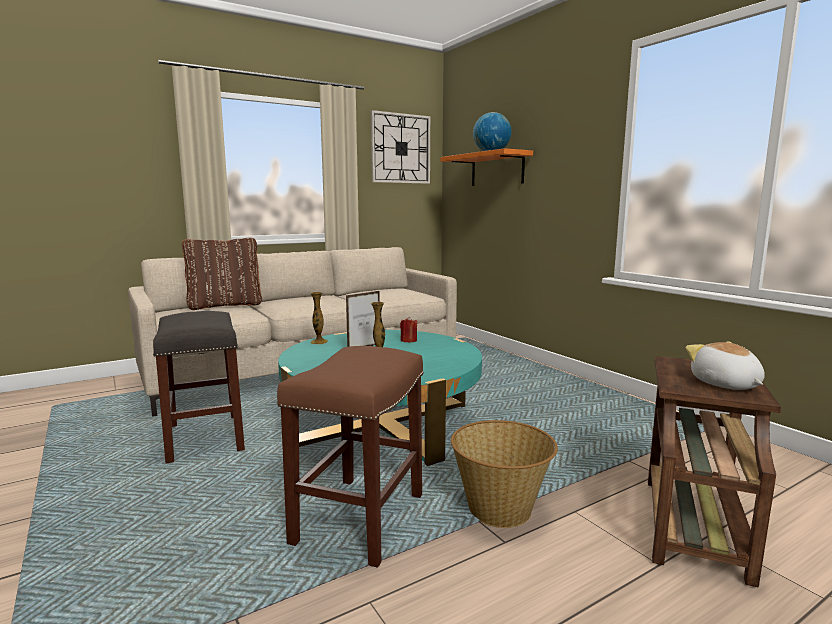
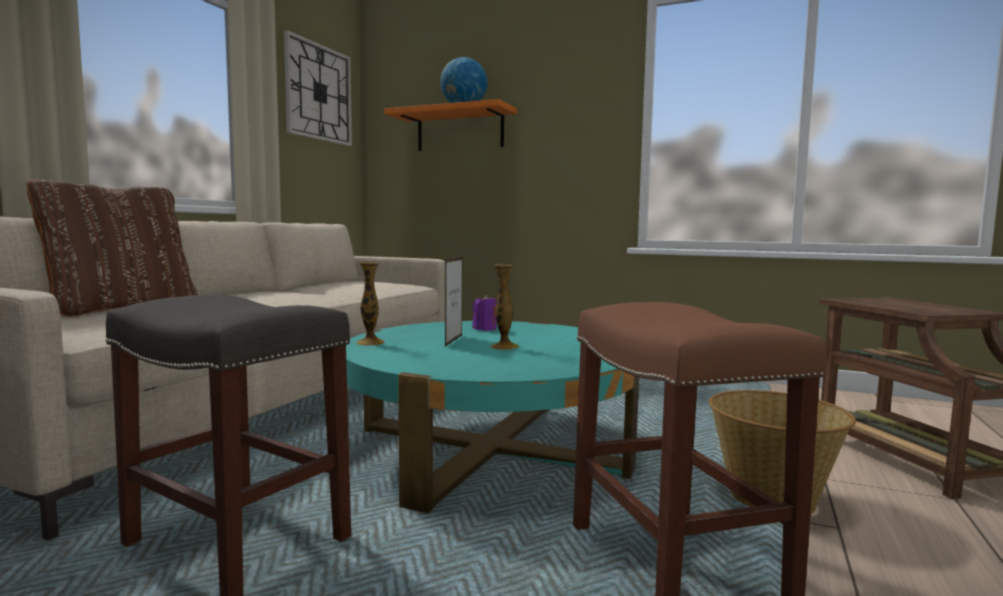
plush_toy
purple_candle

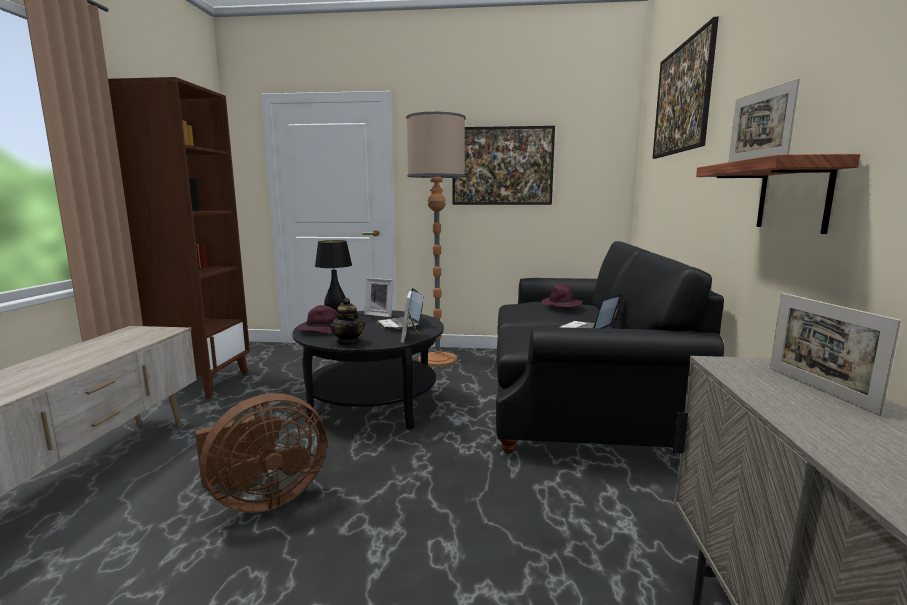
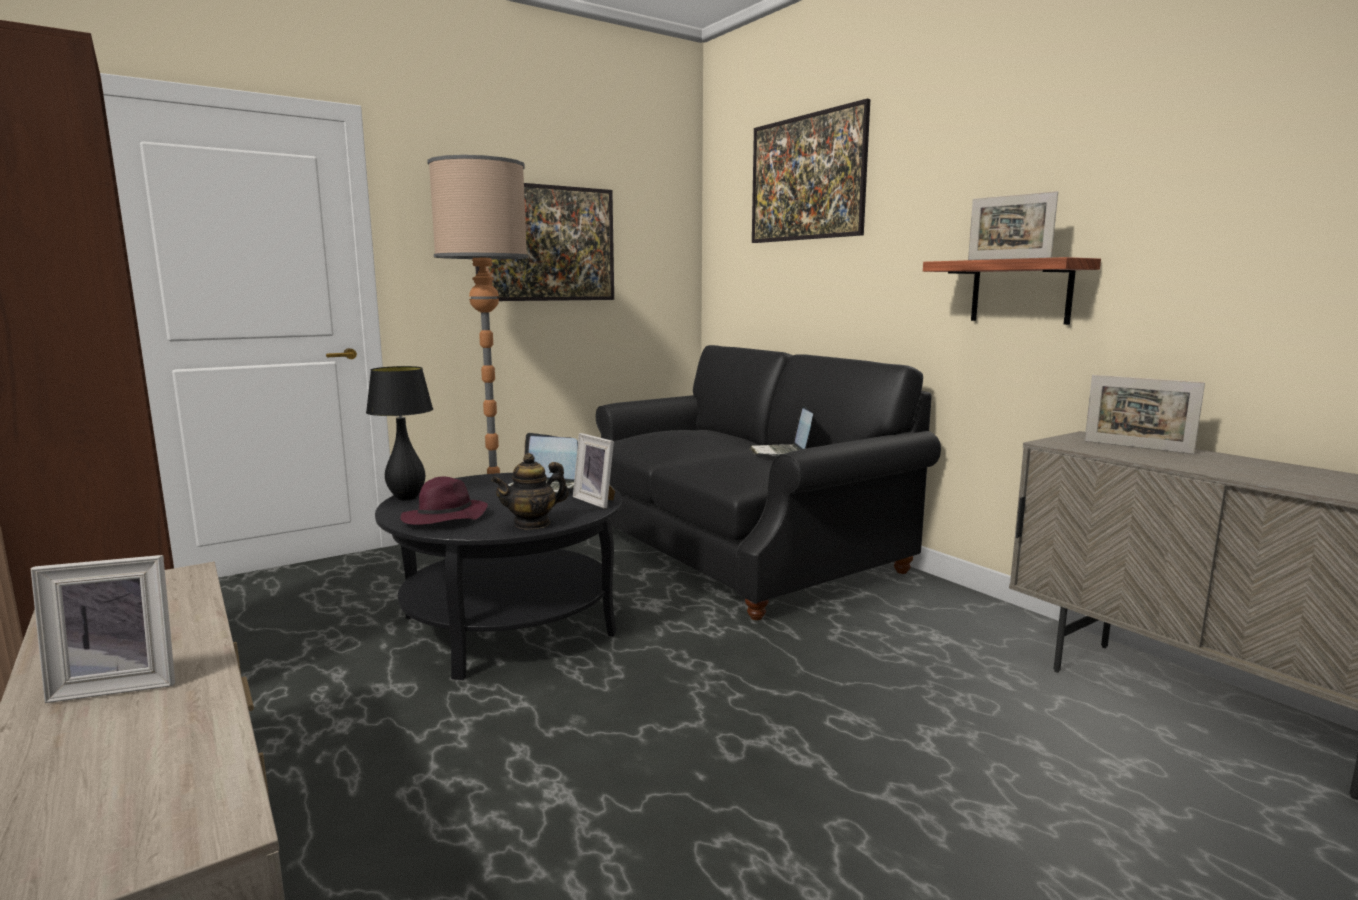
brown_fan
purple_hat (2nd from left in the first image)
picture_frame (1st from left)
teapot

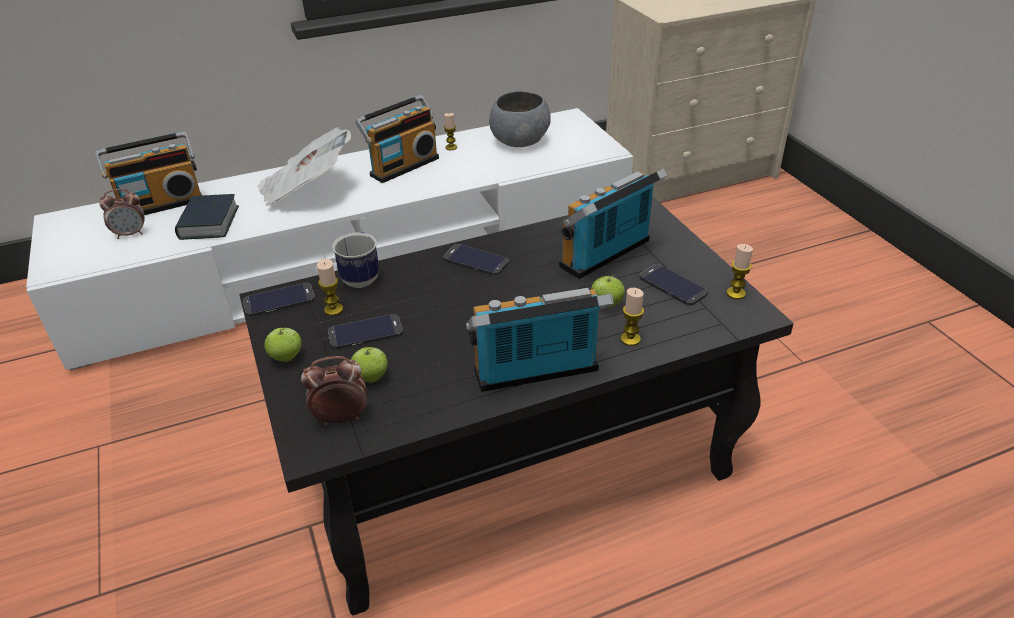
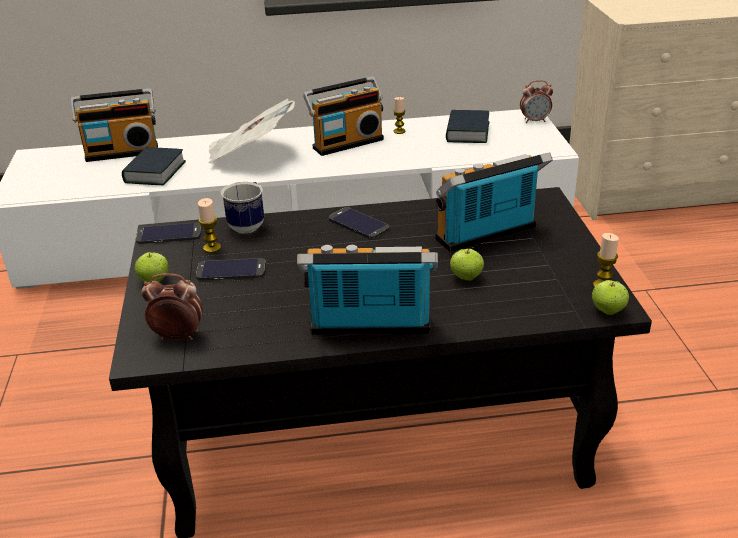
candle (3rd from left in the first image)
phone (4th from left in the first image)
alarm_clock (2nd from left)
apple (3rd from left)
book (2nd from left)

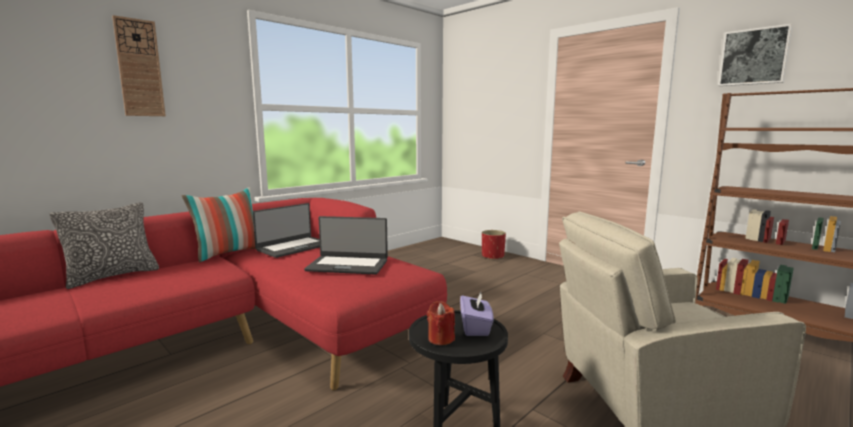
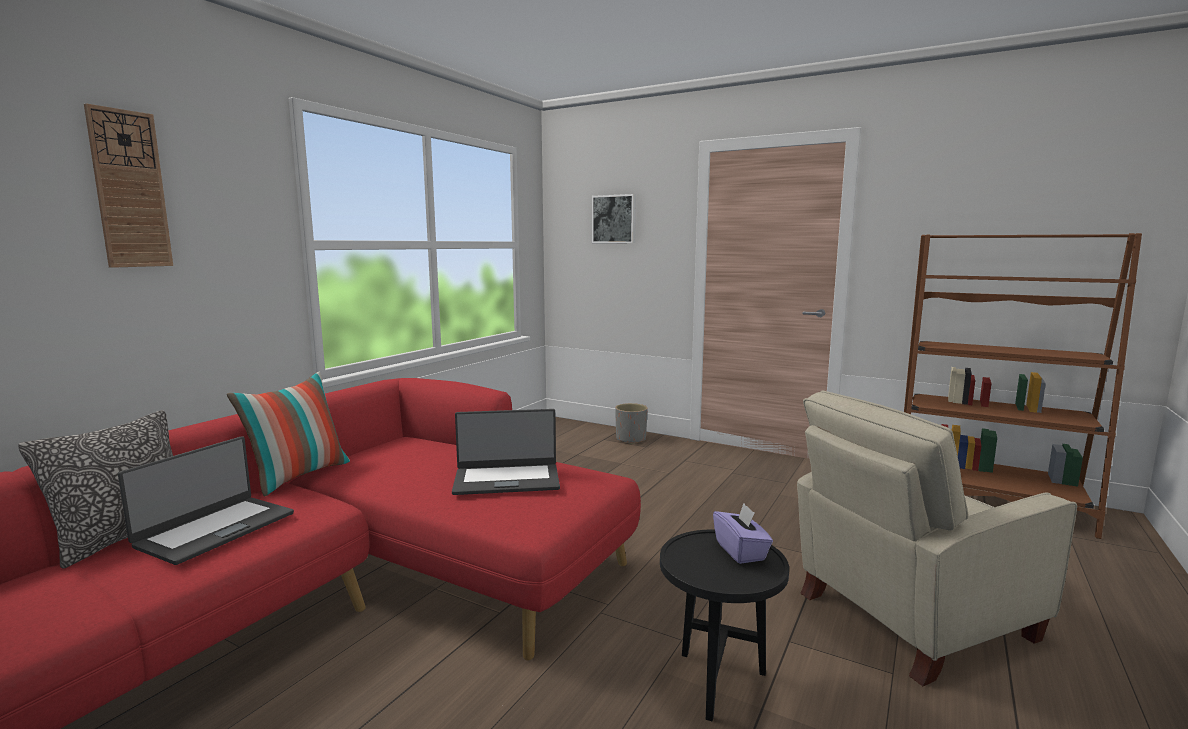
red_candle
laptop (1st from left)
picture
grey_planter

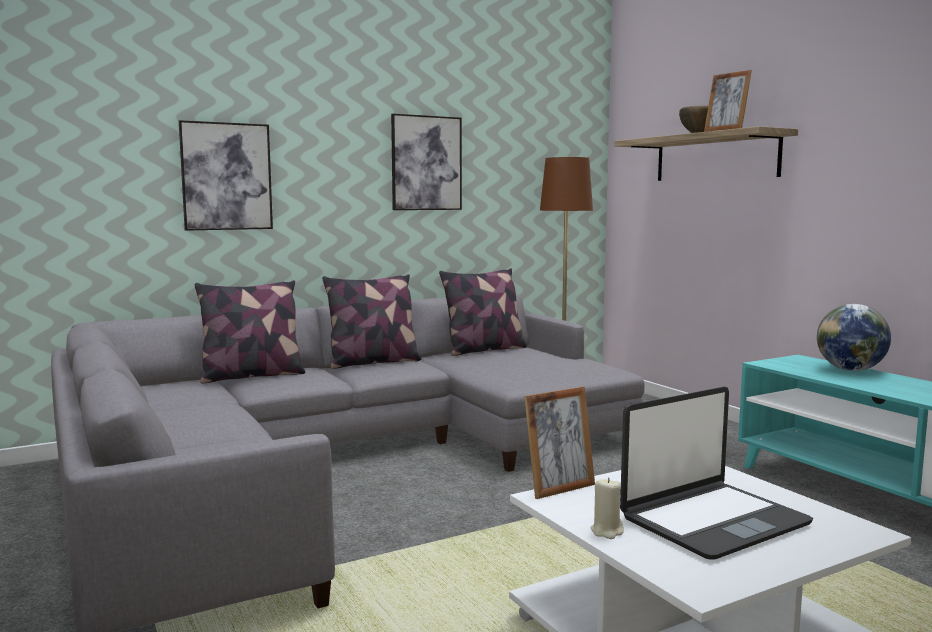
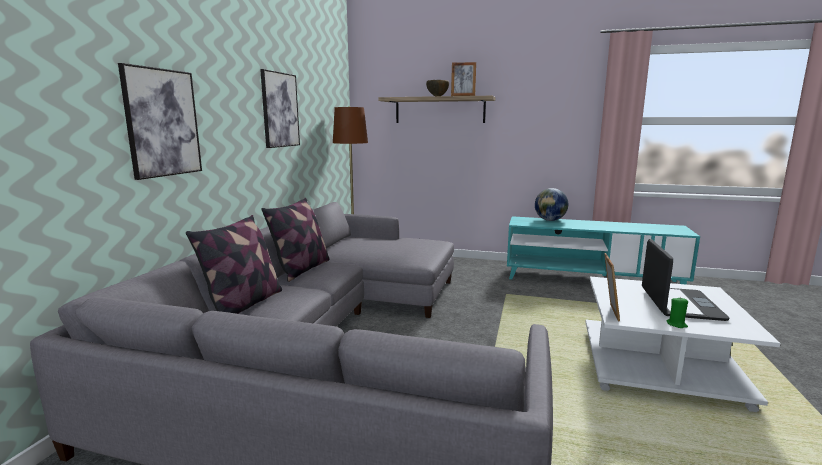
pillow (3rd from left in the first image)
green_candle

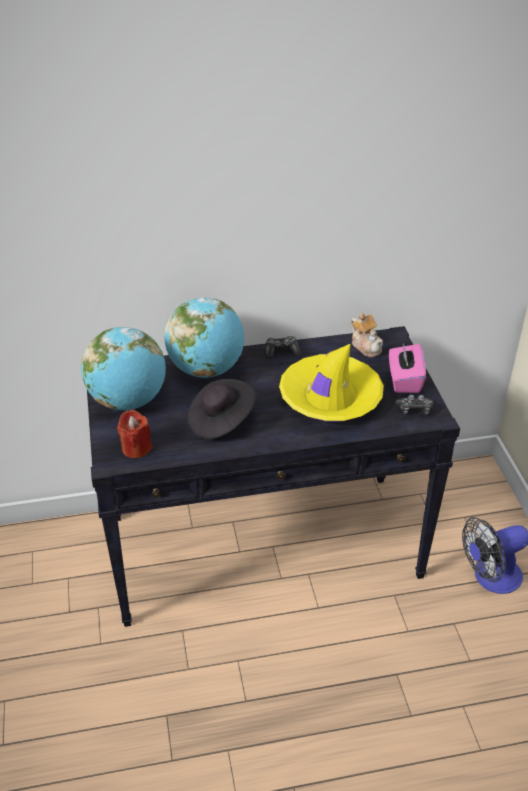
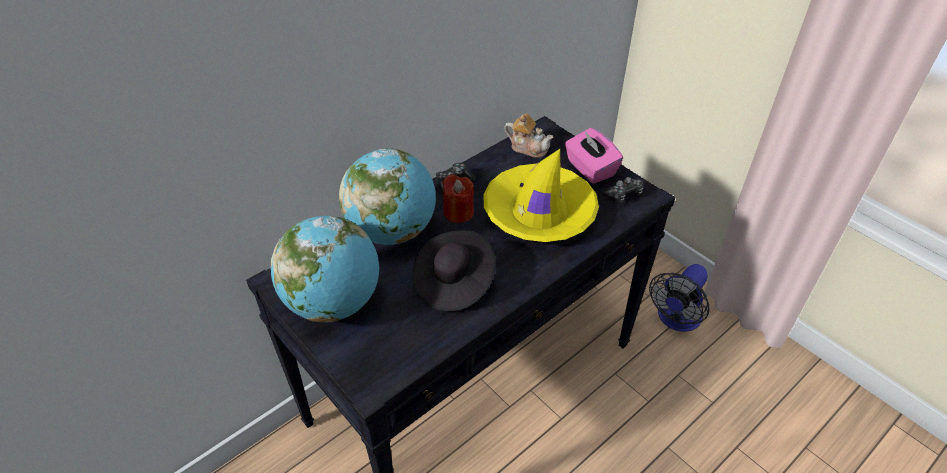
red_candle

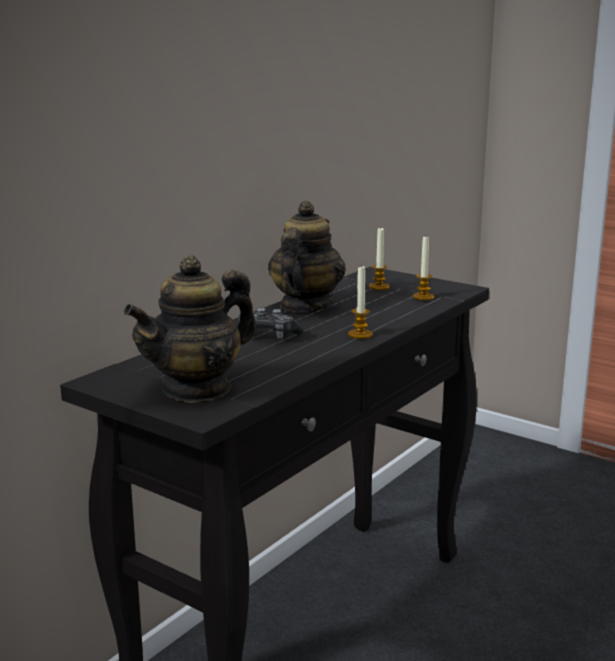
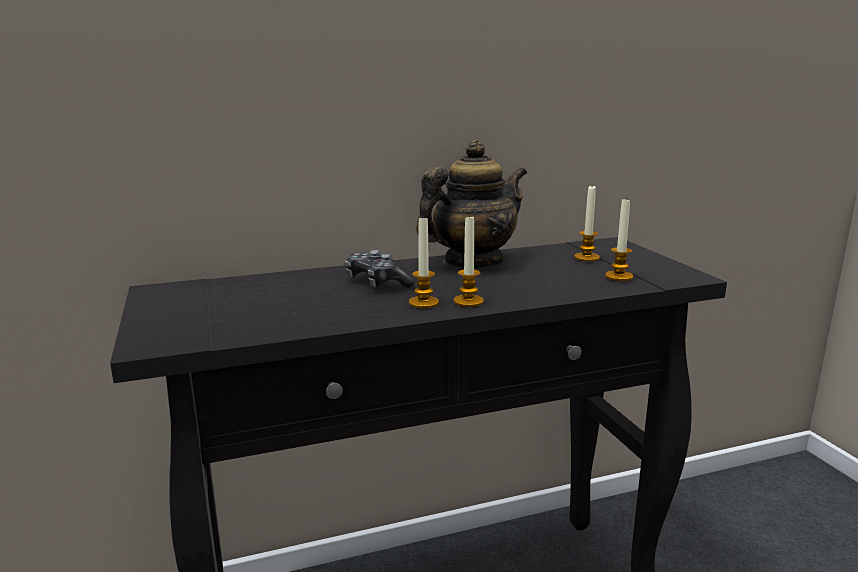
teapot (1st from left in the first image)
candle (1st from left)

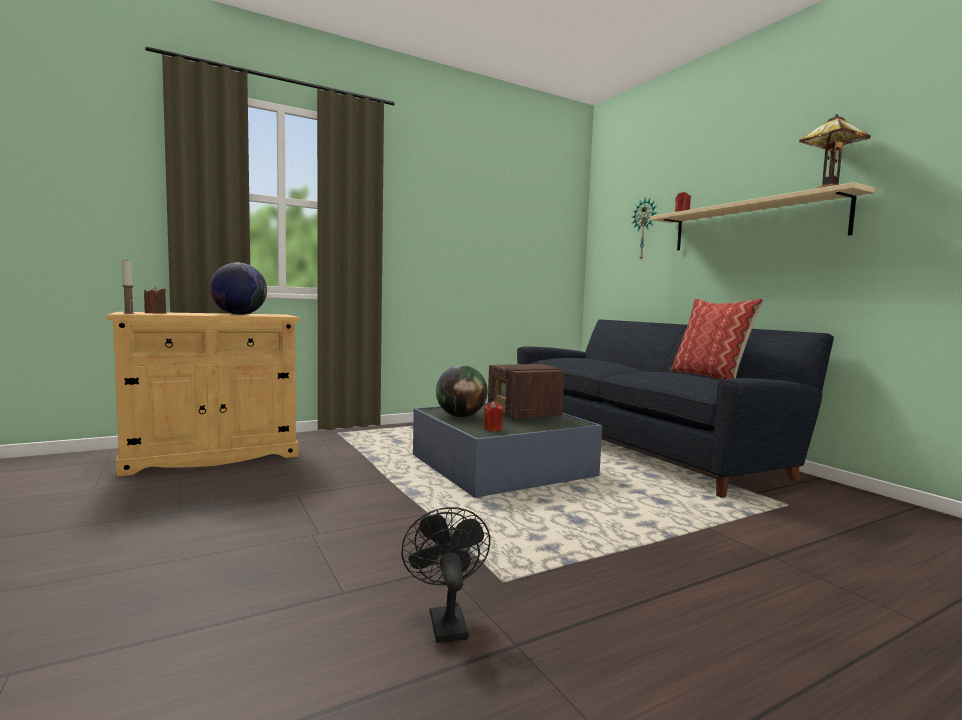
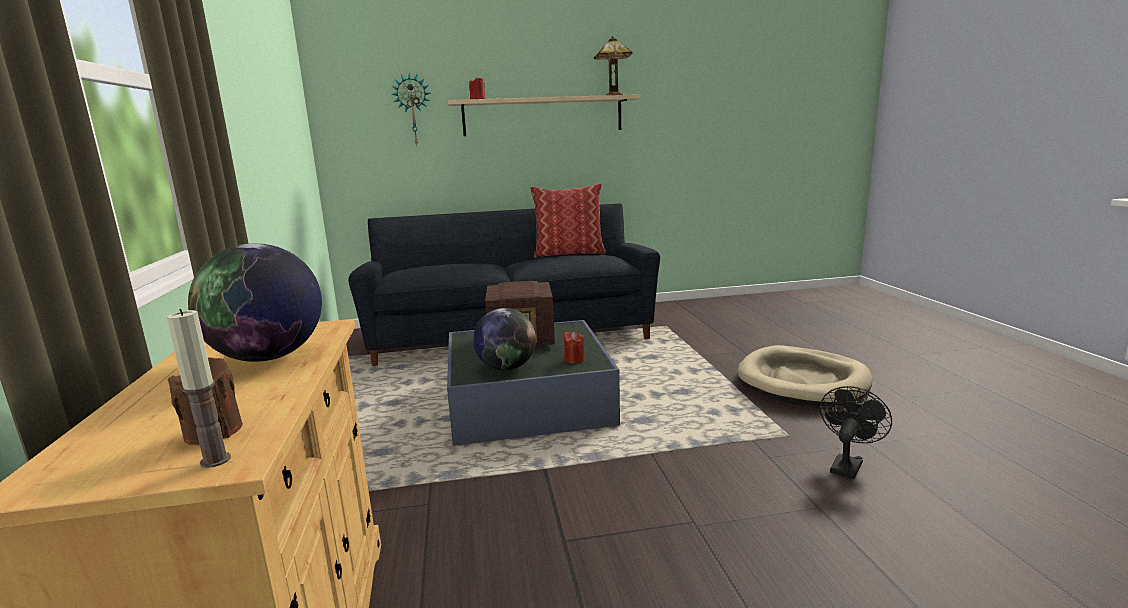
beige_dog_bed
black_fan

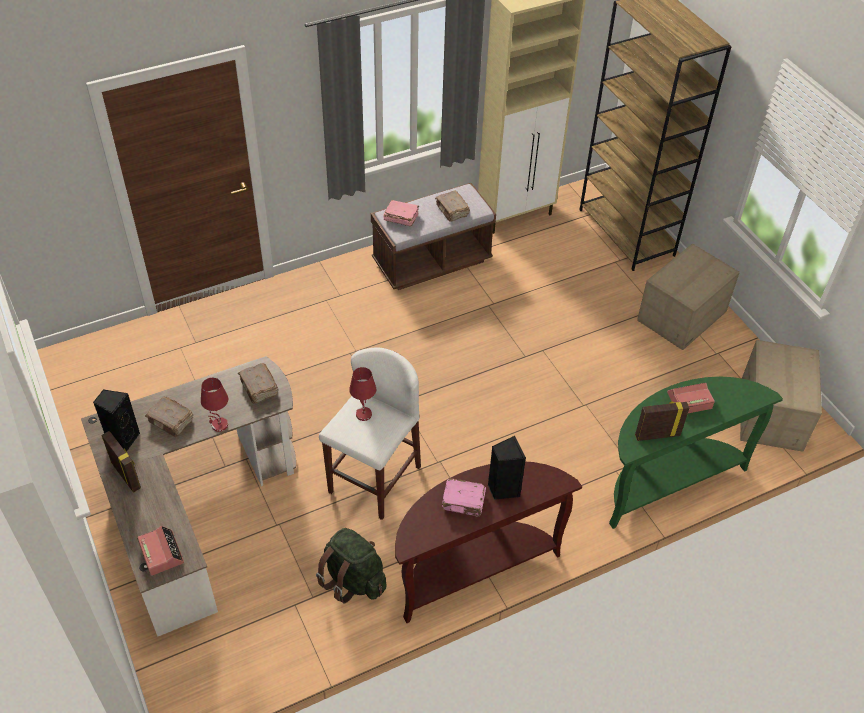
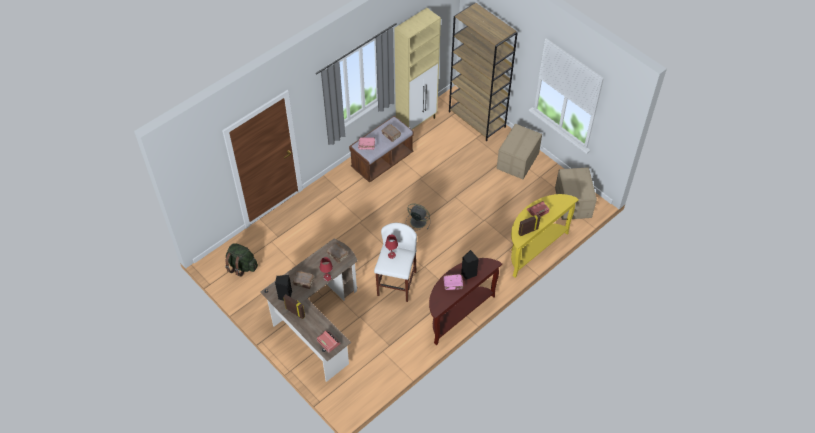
grey_fan
green_backpack
yellow_console_table

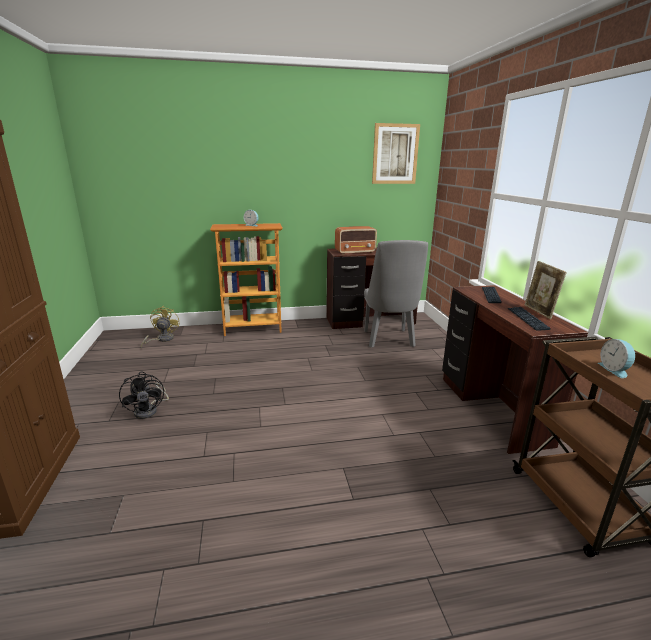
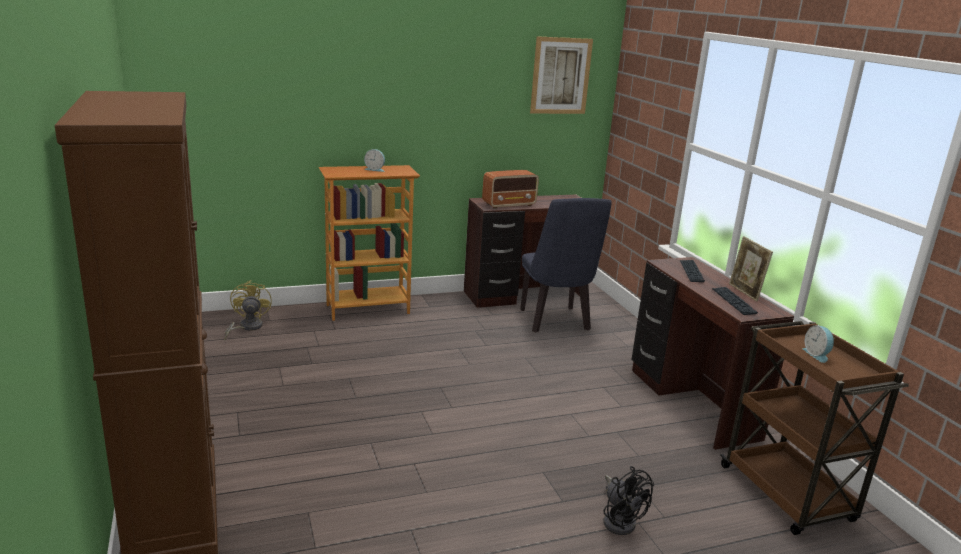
black_fan
blue_chair

